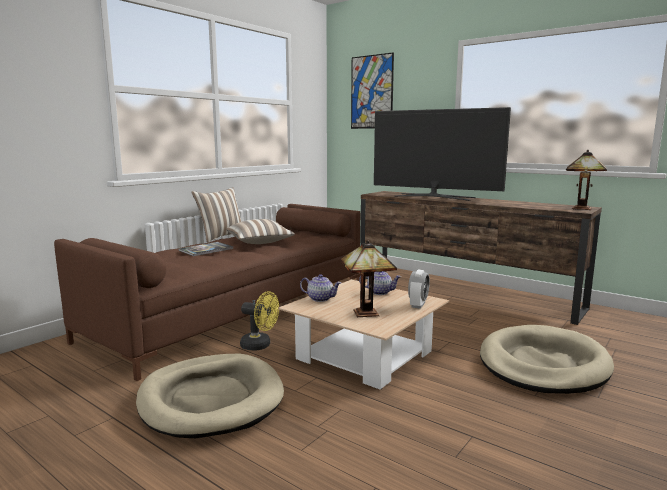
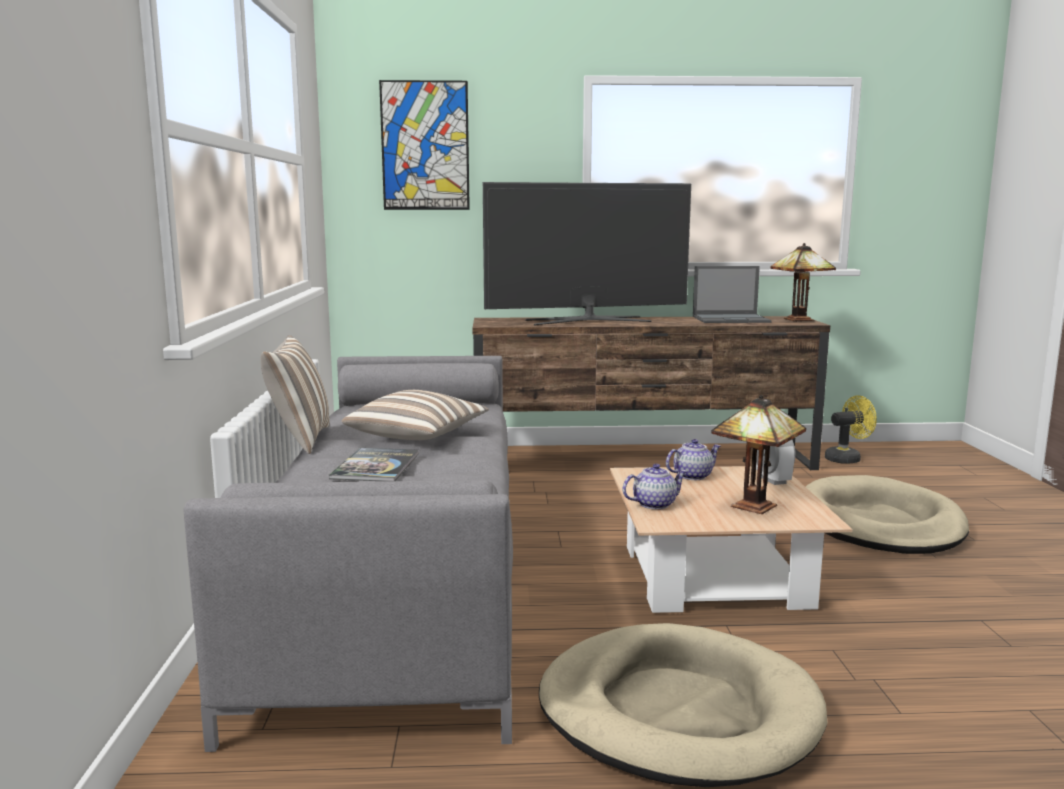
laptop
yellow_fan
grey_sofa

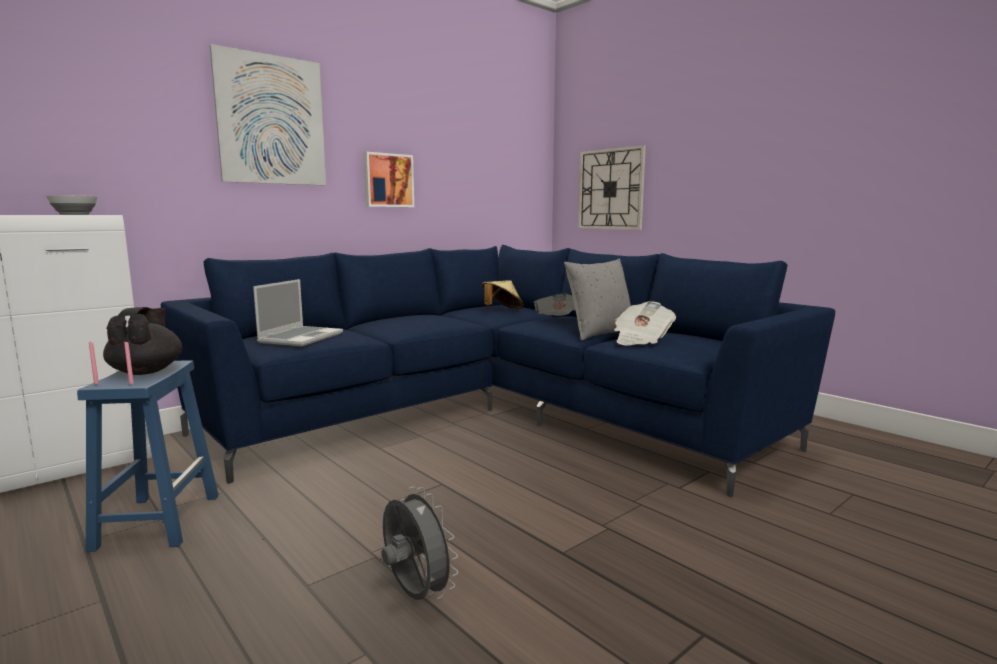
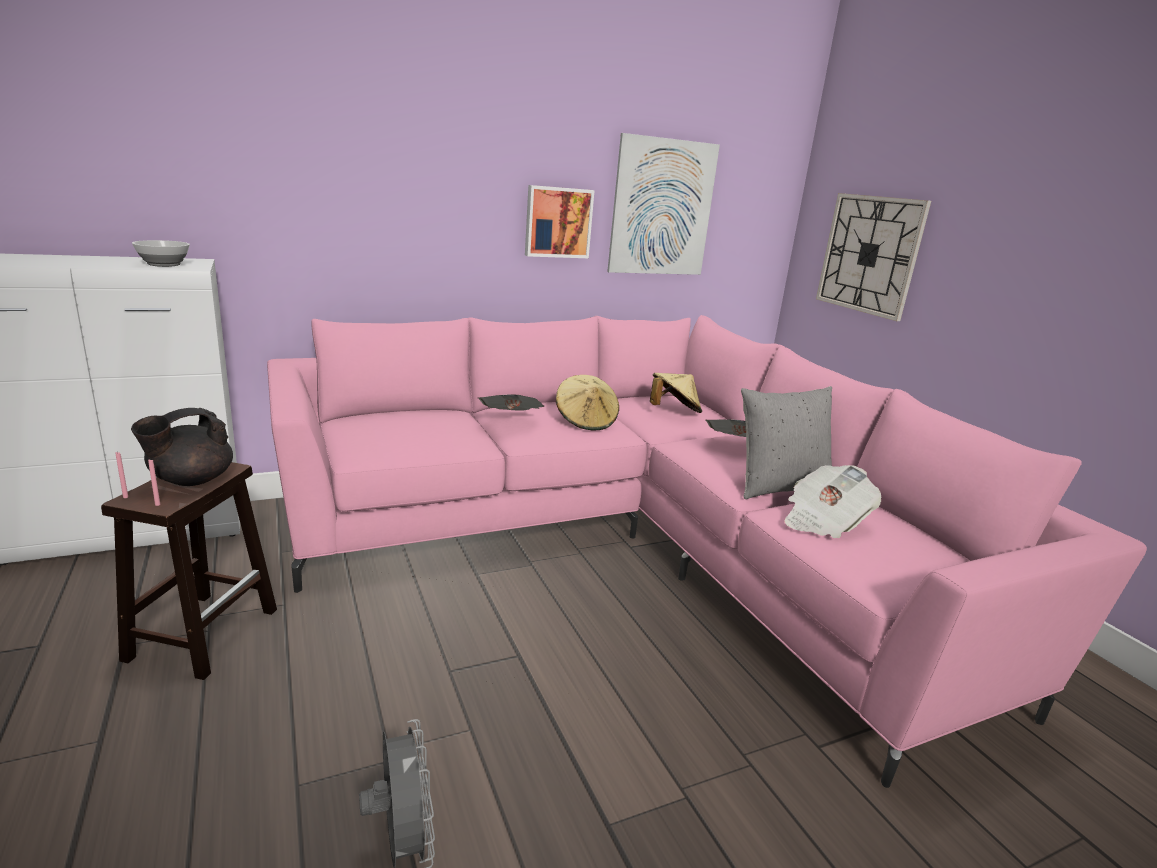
laptop
newspaper (1st from left)
beige_hat (1st from left)
picture (2nd from left)
brown_stool
pink_sofa
black_teapot

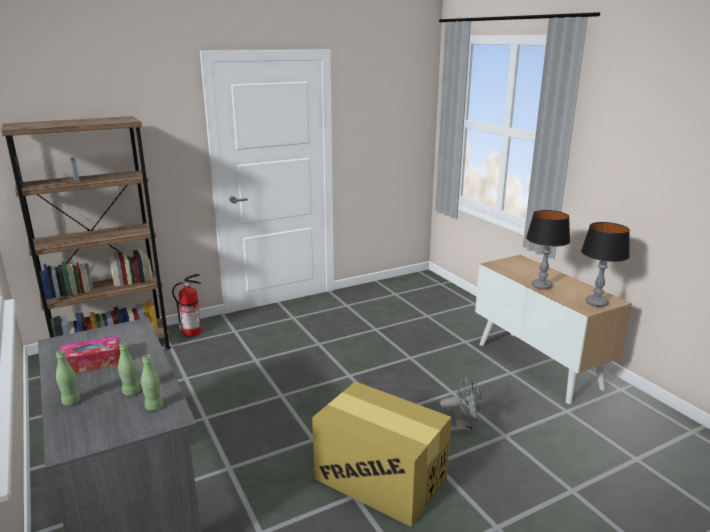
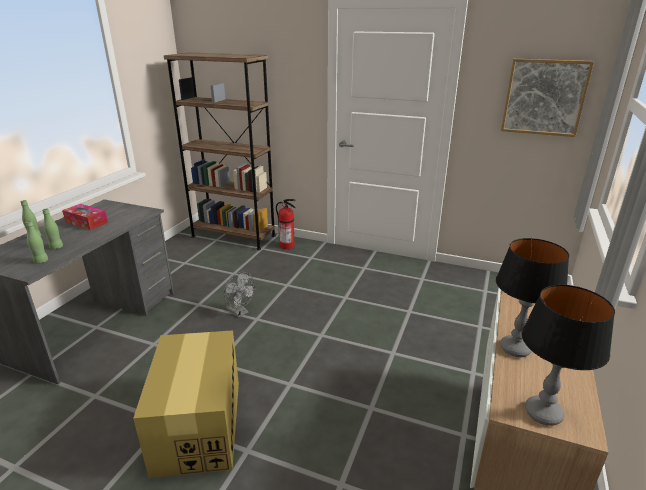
picture
grey_fan

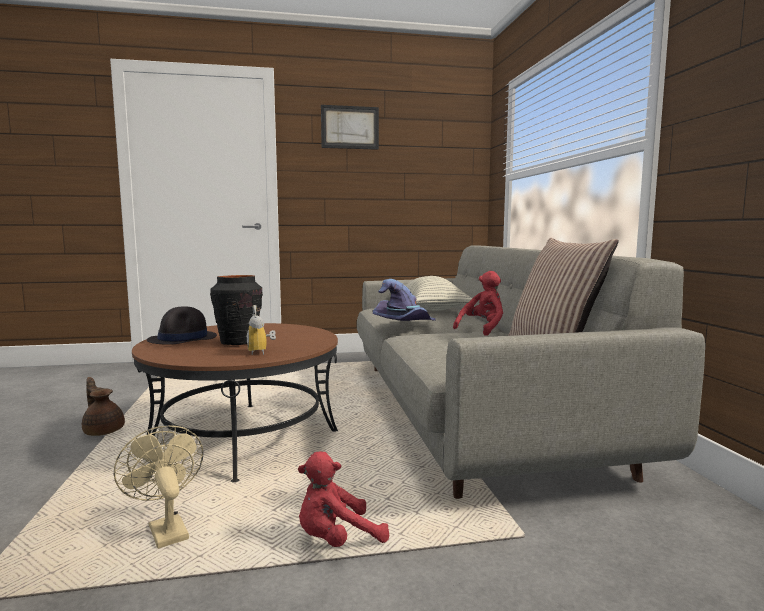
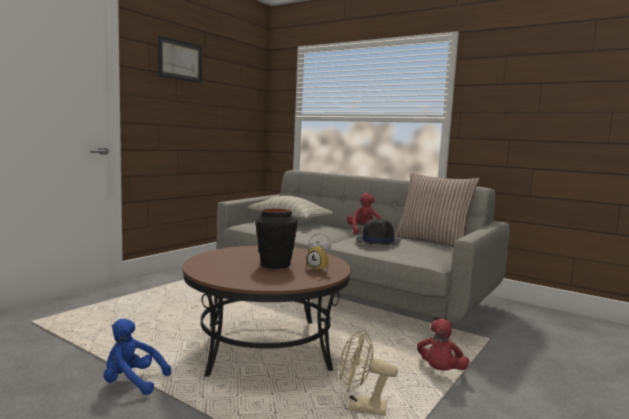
purple_hat
black_hat
blue_plush_toy

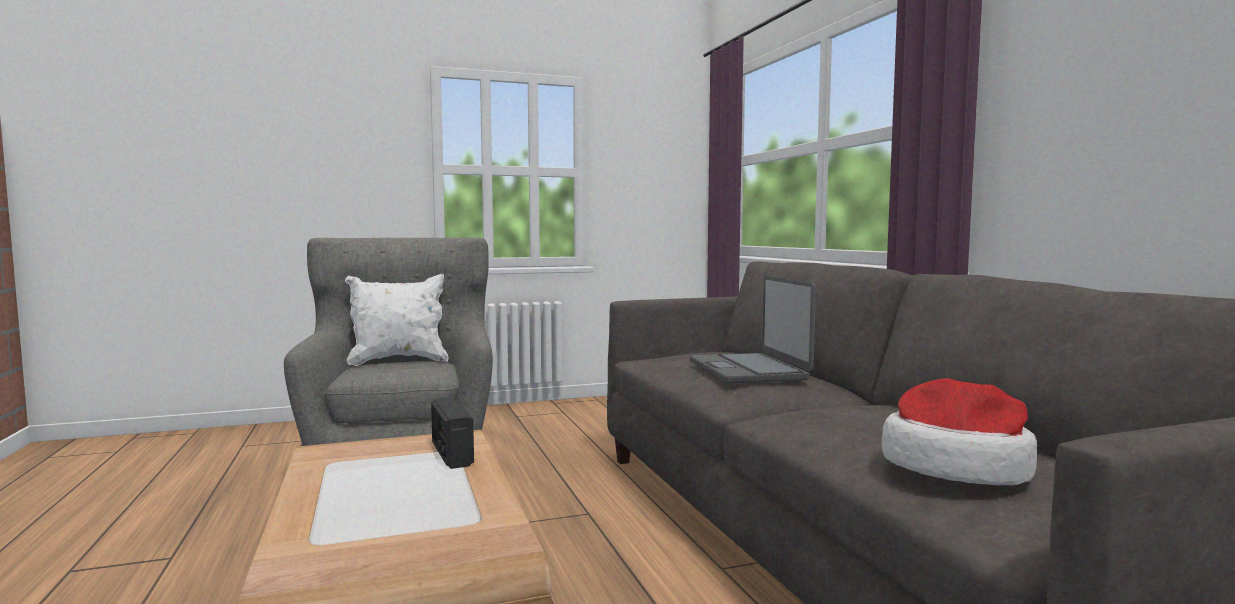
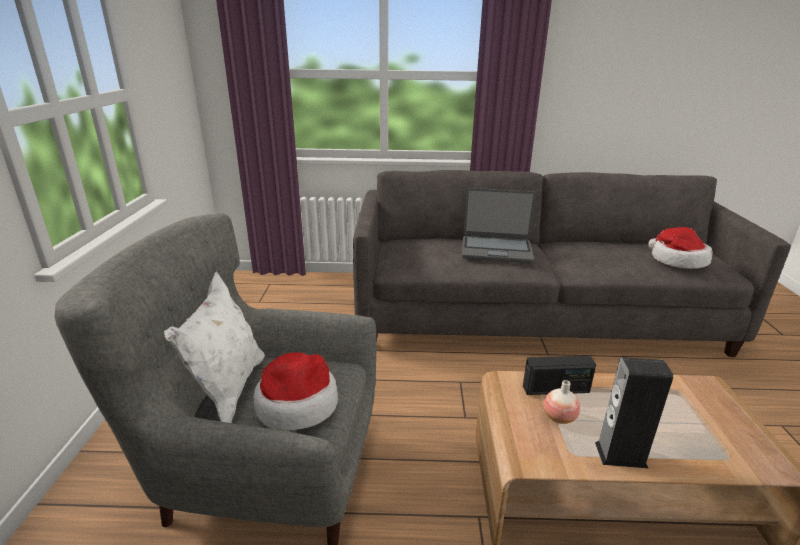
hat (1st from left)
vase
speaker

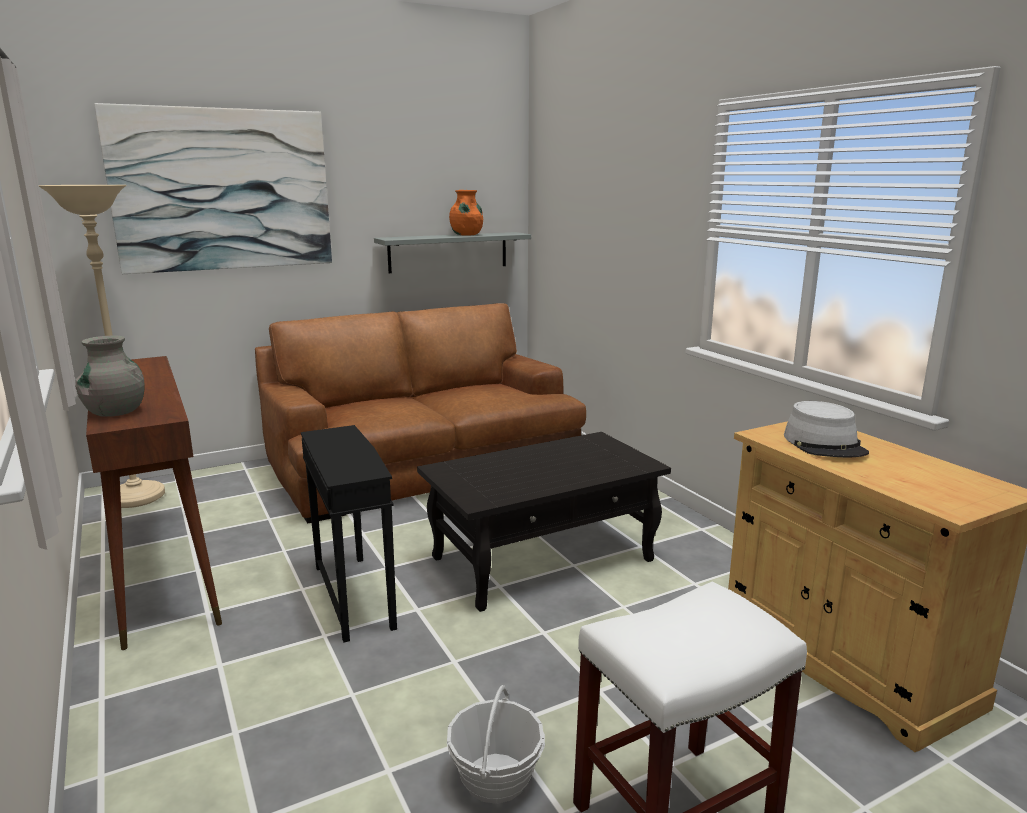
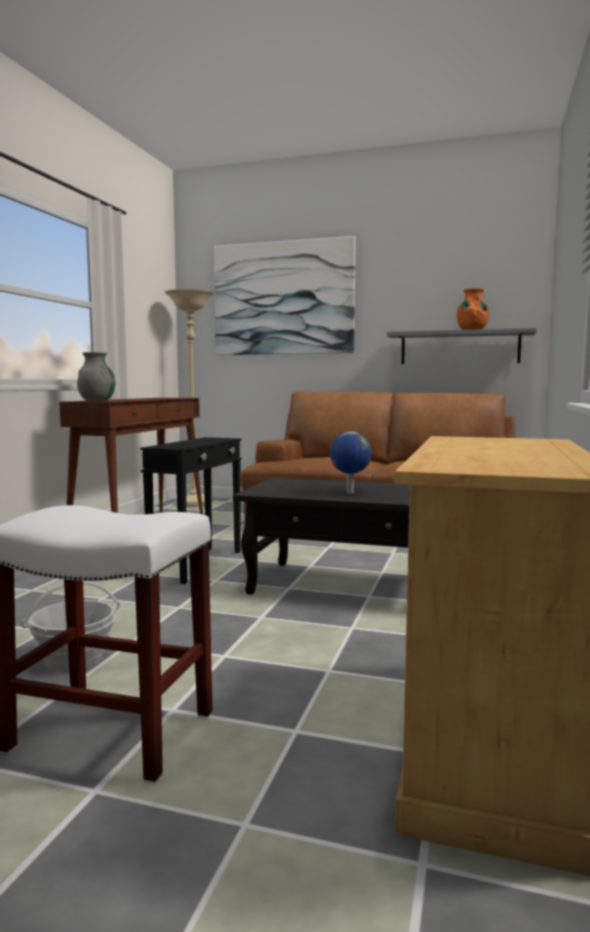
grey_hat
globe

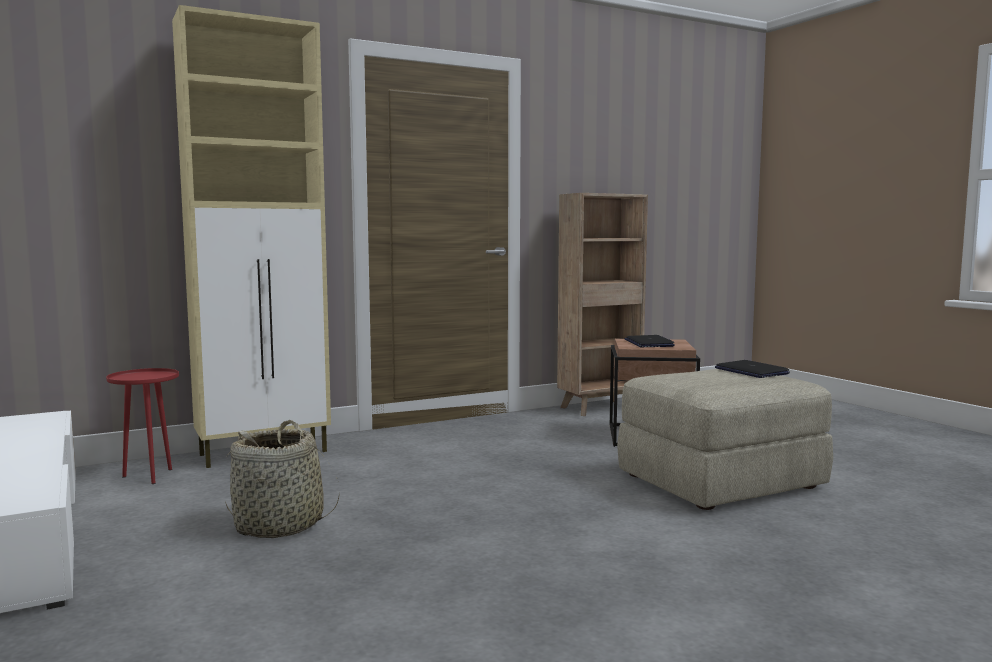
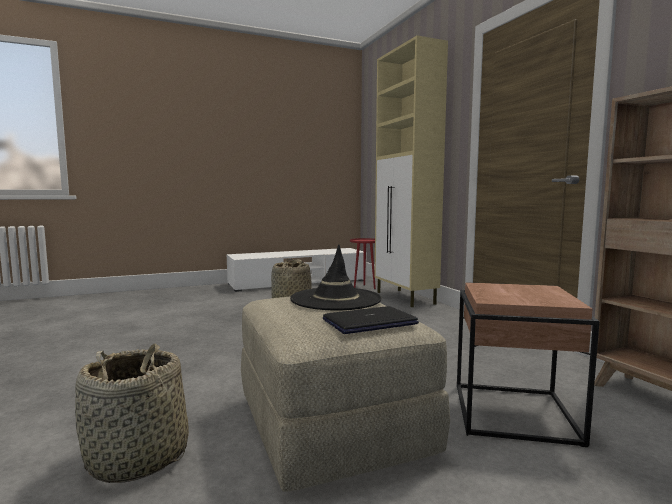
laptop (1st from left in the first image)
basket (1st from left)
black_hat

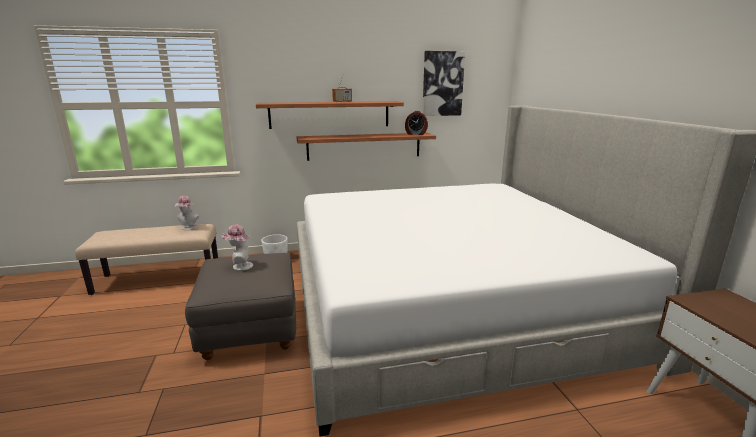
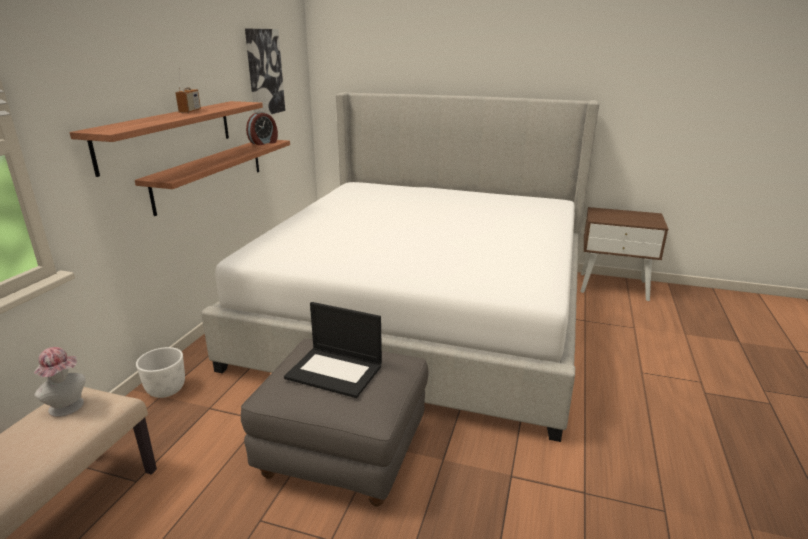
laptop

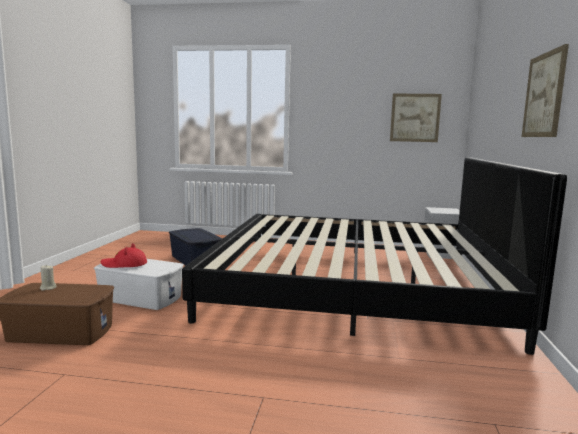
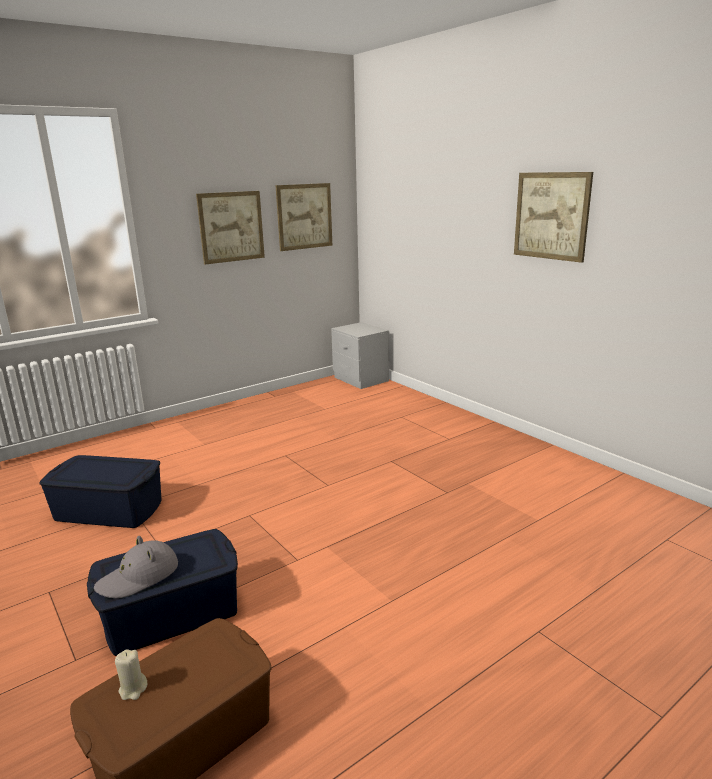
bed
picture (1st from left)
blue_storage_box (2nd from left)
grey_hat

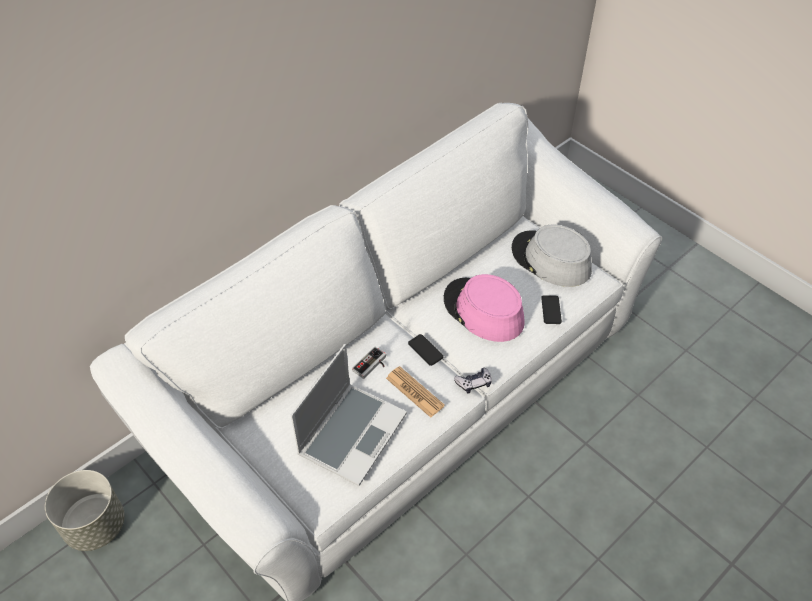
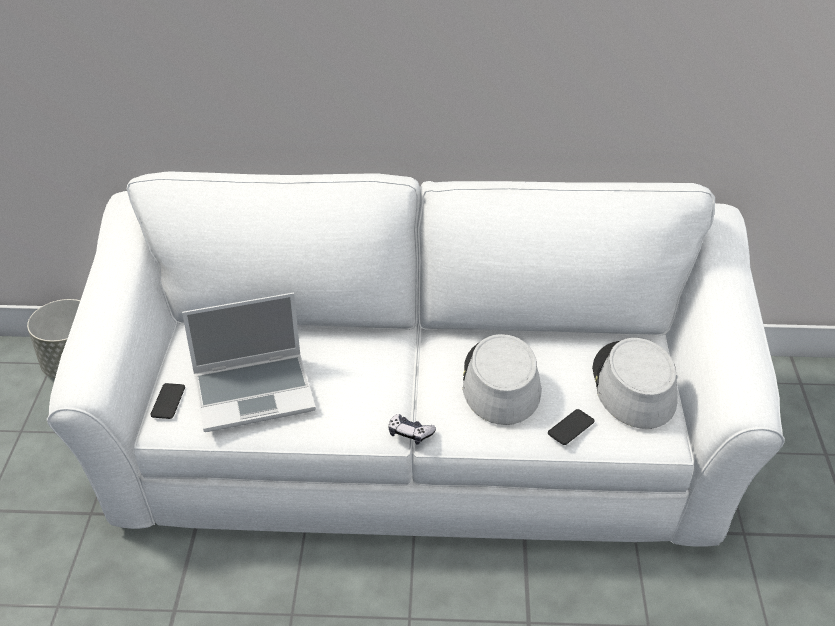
game_controller (1st from left in the first image)
newspaper
phone (1st from left)
grey_hat (1st from left)

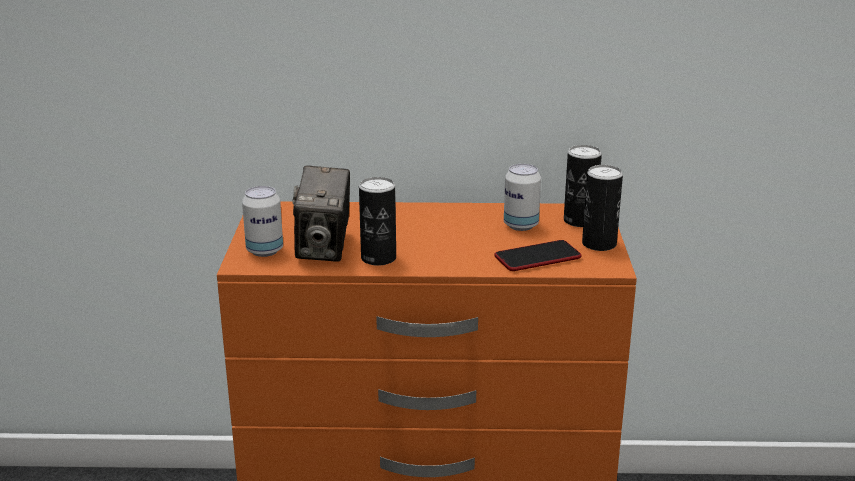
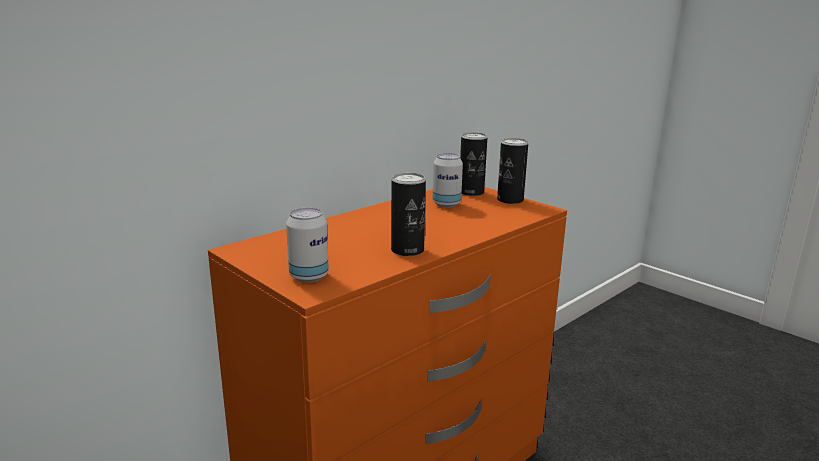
photo_camera
phone

